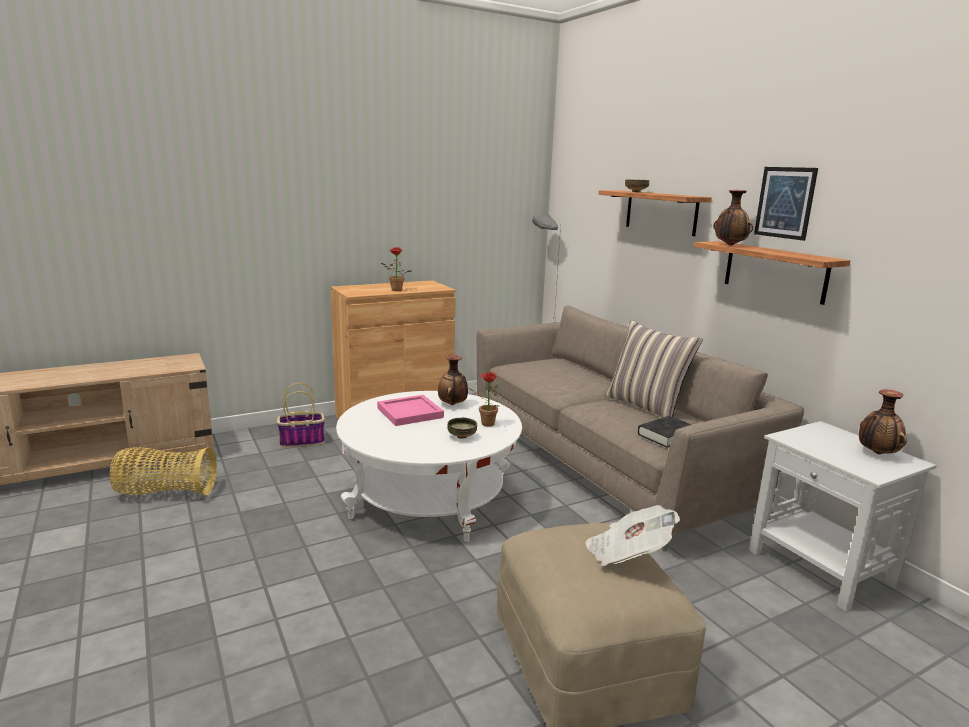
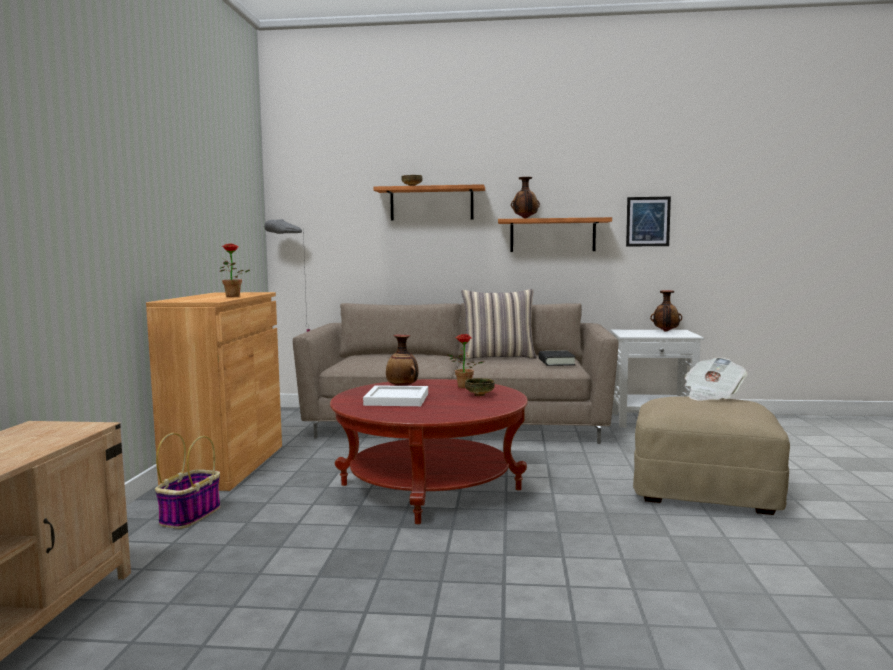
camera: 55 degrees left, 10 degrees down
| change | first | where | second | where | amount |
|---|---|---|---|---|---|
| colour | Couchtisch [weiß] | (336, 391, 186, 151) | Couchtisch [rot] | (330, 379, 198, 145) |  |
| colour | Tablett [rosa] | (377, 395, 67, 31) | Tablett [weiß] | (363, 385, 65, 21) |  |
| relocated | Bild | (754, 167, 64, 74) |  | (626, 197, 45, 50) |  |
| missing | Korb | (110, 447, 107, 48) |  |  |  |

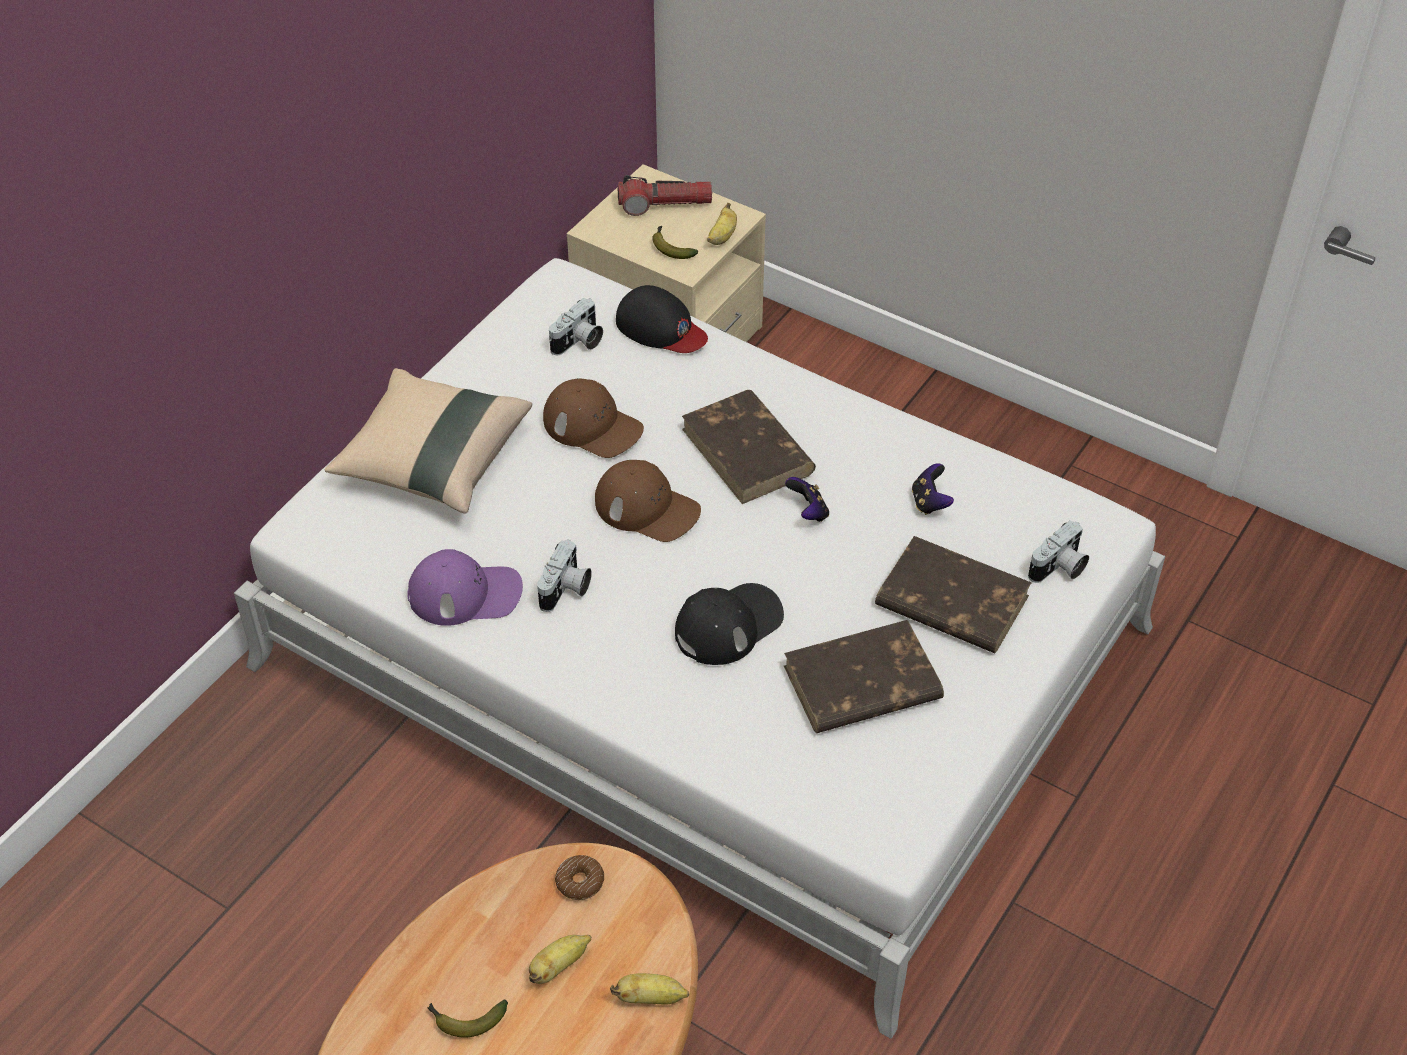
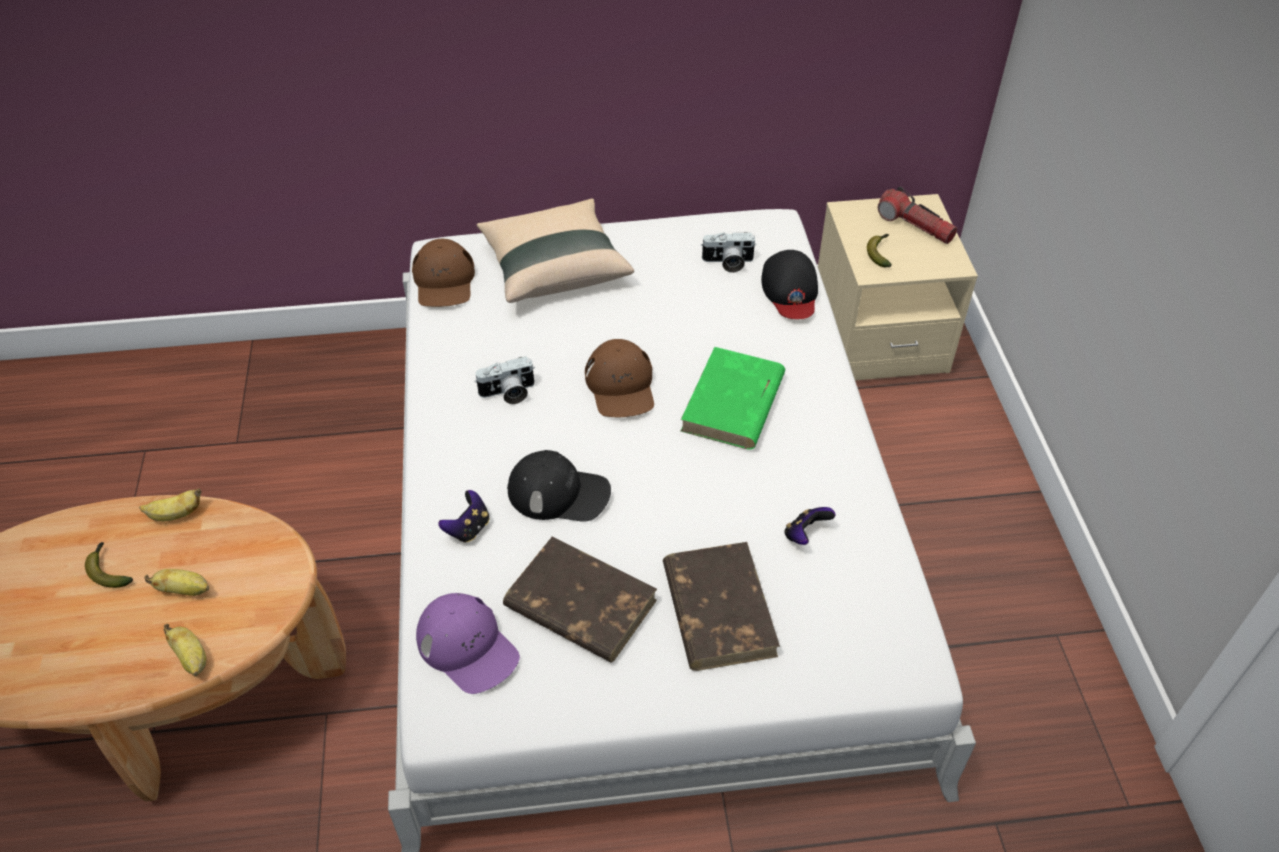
camera: 50 degrees right, 0 degrees up
| change | first | where | second | where | amount |
|---|---|---|---|---|---|
| relocated | Banane | (707, 203, 30, 42) |  | (139, 488, 63, 33) |  |
| relocated | Kappe [braun] | (543, 378, 101, 80) |  | (412, 239, 63, 68) |  |
| relocated | Kappe [lila] | (407, 549, 116, 77) |  | (416, 593, 104, 101) |  |
| relocated | Gamepad | (785, 477, 44, 45) |  | (438, 490, 51, 53) |  |
| colour | Buch [braun] | (682, 390, 134, 114) | Buch [grün] | (681, 347, 104, 103) |  |
| missing | Donut | (555, 855, 49, 45) |  |  |  |
| missing | Kamera | (1028, 521, 61, 62) |  |  |  |

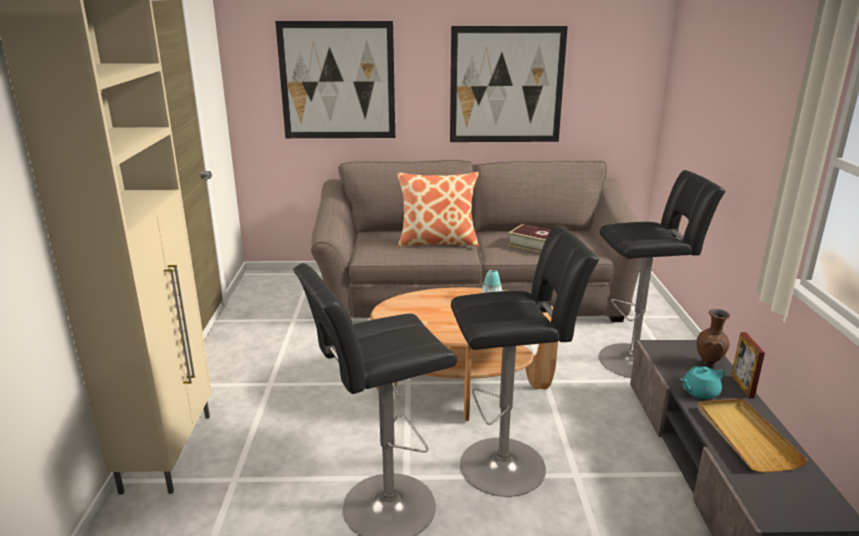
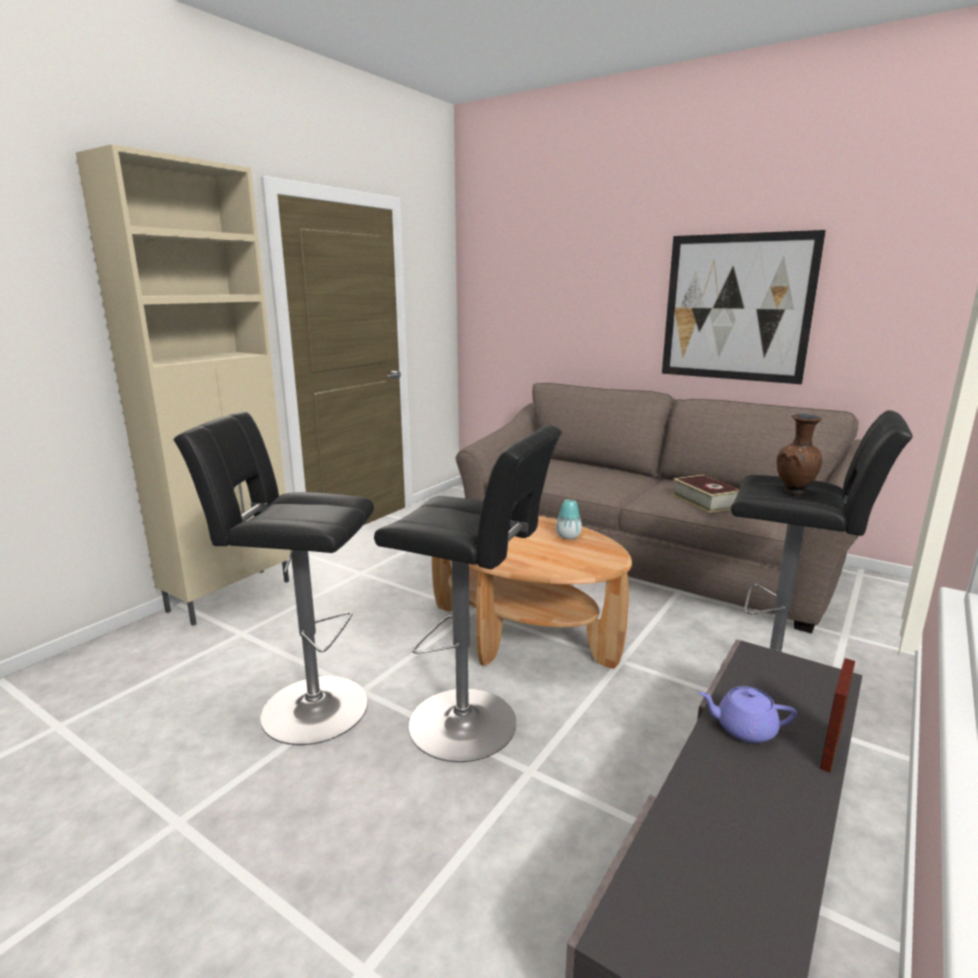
camera: 35 degrees right, 5 degrees down
| change | first | where | second | where | amount |
|---|---|---|---|---|---|
| colour | Teekanne [türkis] | (680, 366, 45, 33) | Teekanne [lila] | (699, 686, 98, 57) |  |
| relocated | Vase [braun] | (696, 309, 34, 58) |  | (777, 414, 45, 81) |  |
| missing | Bild | (275, 21, 120, 117) |  |  |  |
| missing | Kissen | (397, 172, 82, 75) |  |  |  |
| missing | Tablett [beige] | (698, 399, 110, 73) |  |  |  |

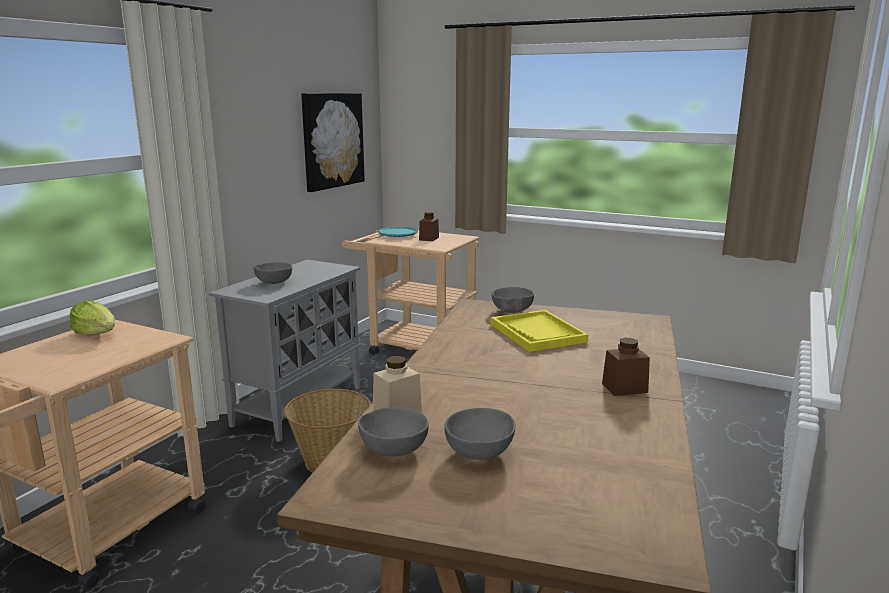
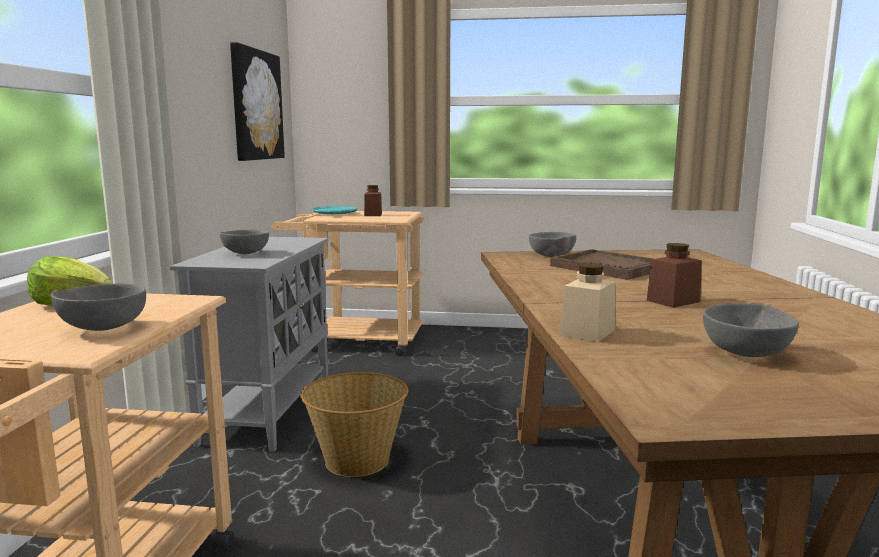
camera: 20 degrees left, 5 degrees down
| change | first | where | second | where | amount |
|---|---|---|---|---|---|
| relocated | Schüssel [grau] | (358, 407, 71, 49) |  | (51, 283, 95, 48) |  |
| colour | Tablett [gelb] | (491, 310, 97, 42) | Tablett [braun] | (550, 249, 104, 31) |  |
| relocated | Vorratsglas [braun] | (602, 338, 48, 58) |  | (647, 243, 55, 65) |  |

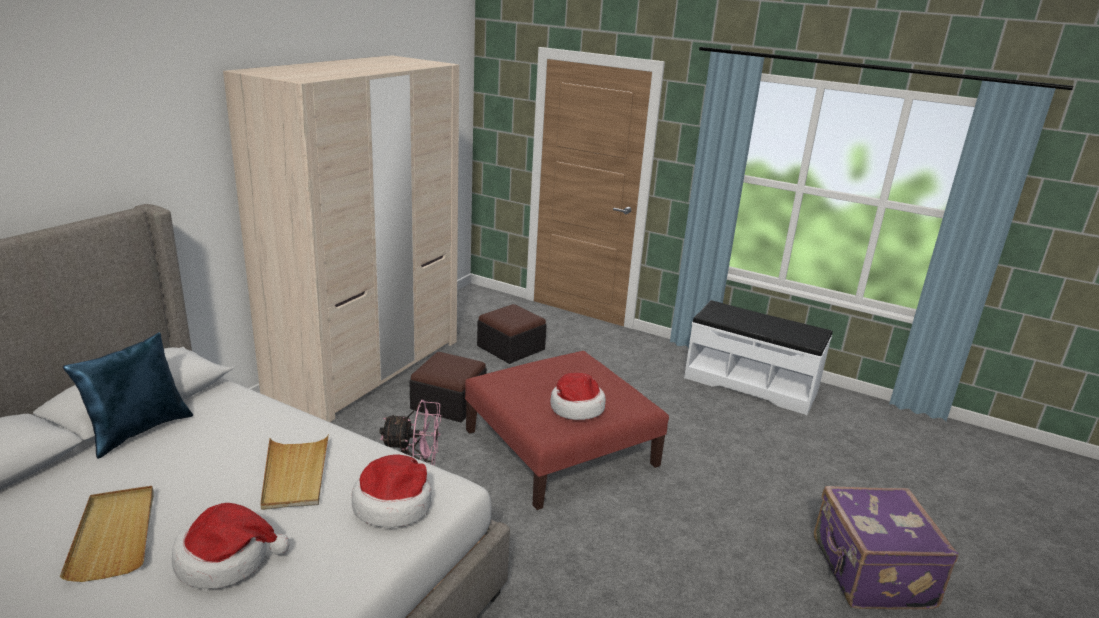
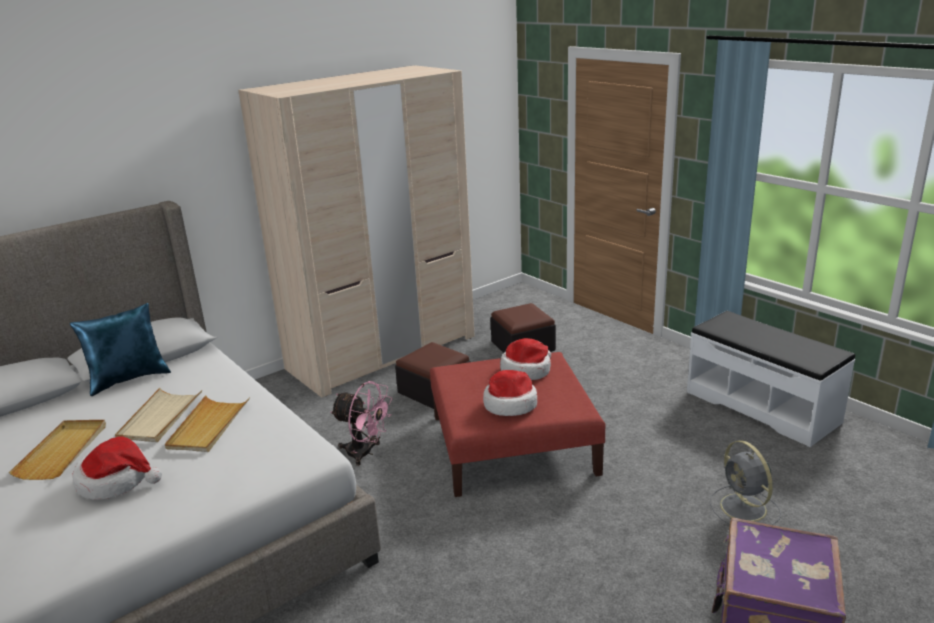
camera: 25 degrees right, 0 degrees up
| change | first | where | second | where | amount |
|---|---|---|---|---|---|
| appeared |  |  | Tablett [beige] | (115, 388, 87, 54) |  |
| relocated | Hut | (352, 455, 79, 73) |  | (500, 338, 51, 42) |  |
| appeared |  |  | Ventilator [grau] | (710, 440, 71, 85) |  |

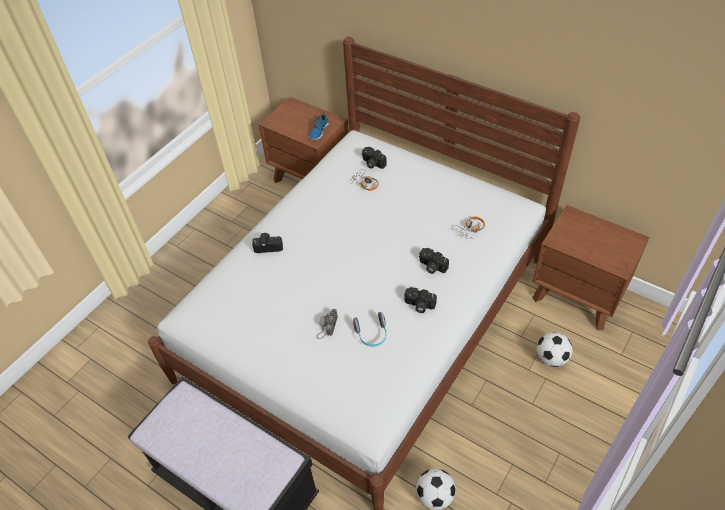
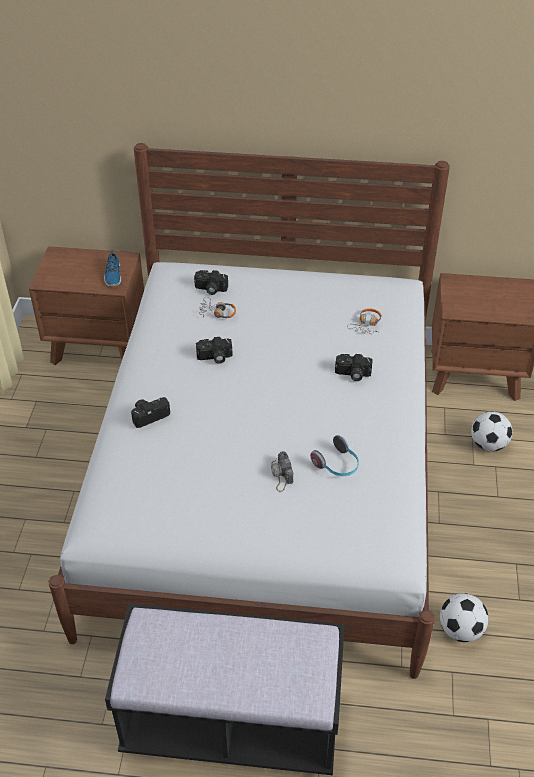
camera: 30 degrees left, 5 degrees down
| change | first | where | second | where | amount |
|---|---|---|---|---|---|
| relocated | Kamera | (404, 287, 33, 26) |  | (196, 337, 36, 27) |  |

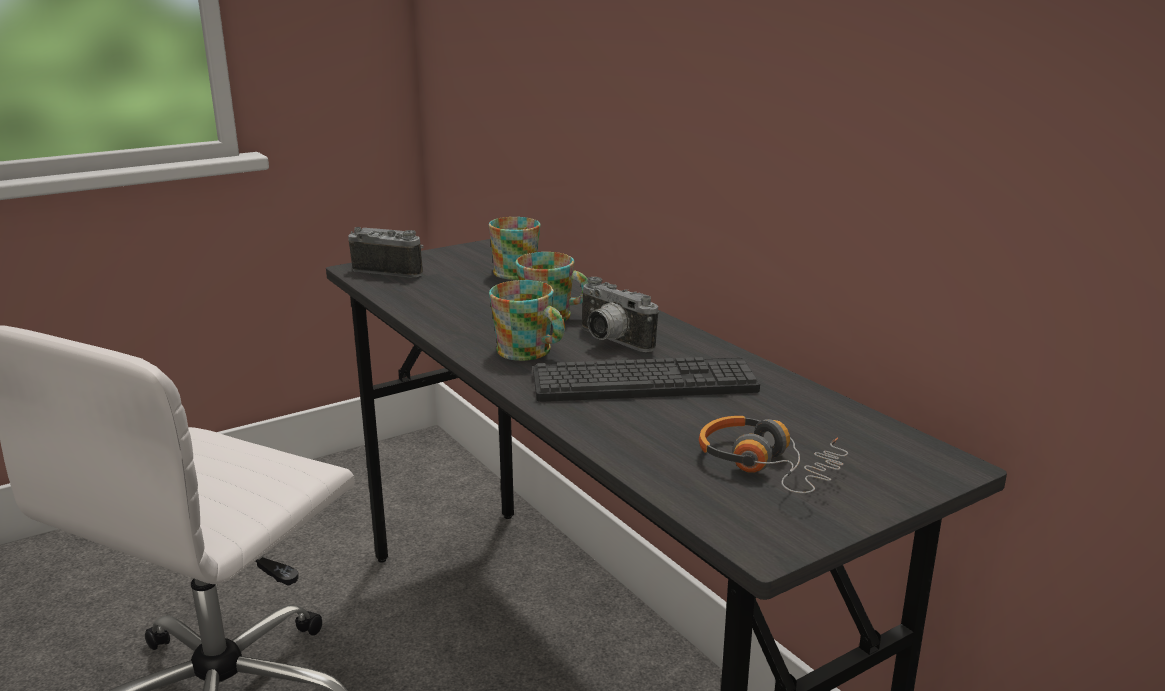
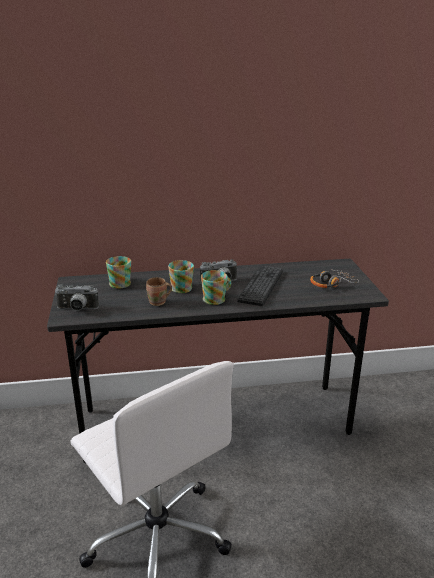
camera: 65 degrees left, 5 degrees up
| change | first | where | second | where | amount |
|---|---|---|---|---|---|
| spun | Kamera | (348, 227, 76, 50) |  | (54, 284, 45, 27) | 135 degrees counterclockwise |
| appeared |  |  | Henkelbecher [braun] | (146, 277, 26, 29) |  |

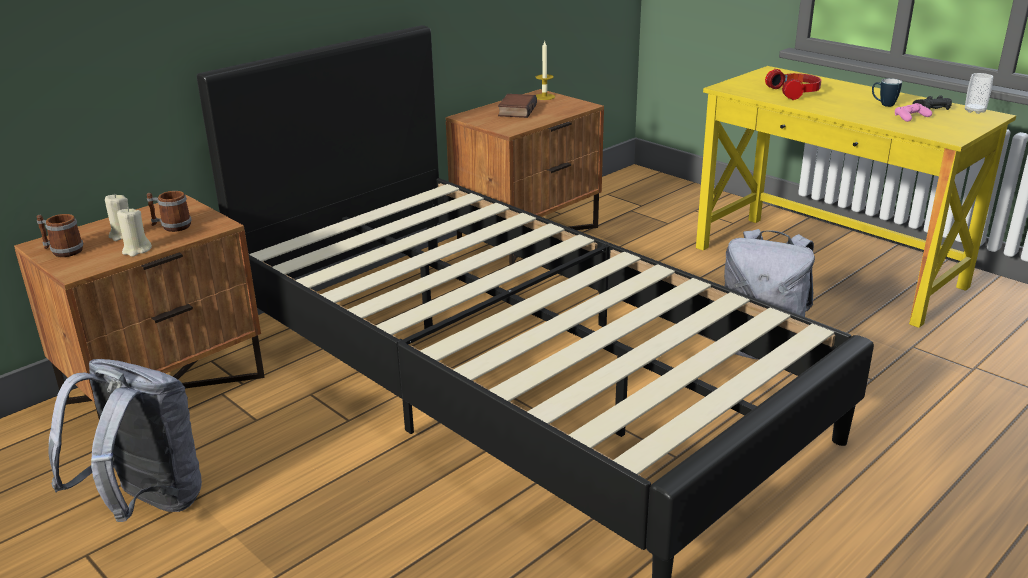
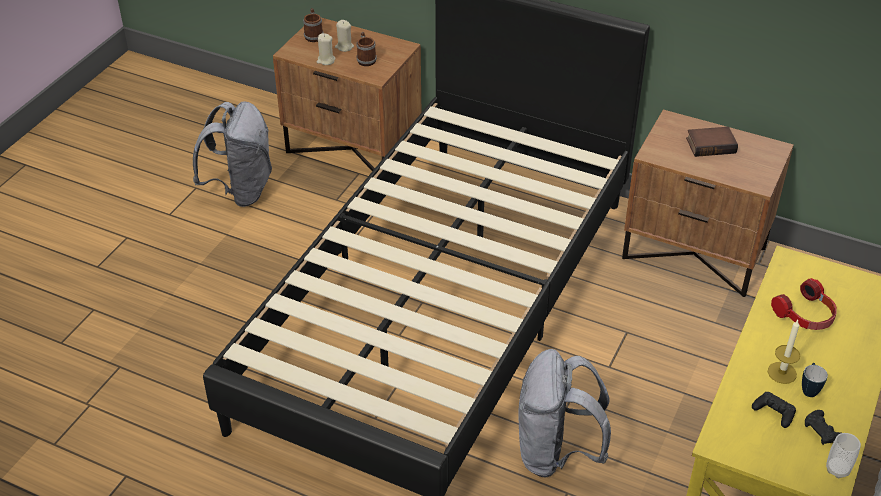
camera: 70 degrees right, 15 degrees up
| change | first | where | second | where | amount |
|---|---|---|---|---|---|
| colour | Gamepad [rosa] | (895, 103, 37, 19) | Gamepad [schwarz] | (752, 392, 44, 36) |  |
| relocated | Kerze | (536, 41, 19, 59) |  | (768, 320, 32, 64) |  |

